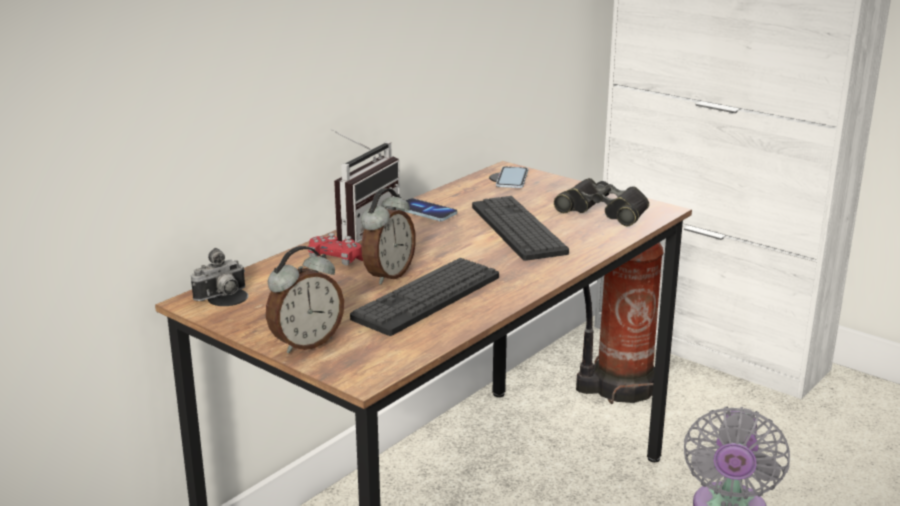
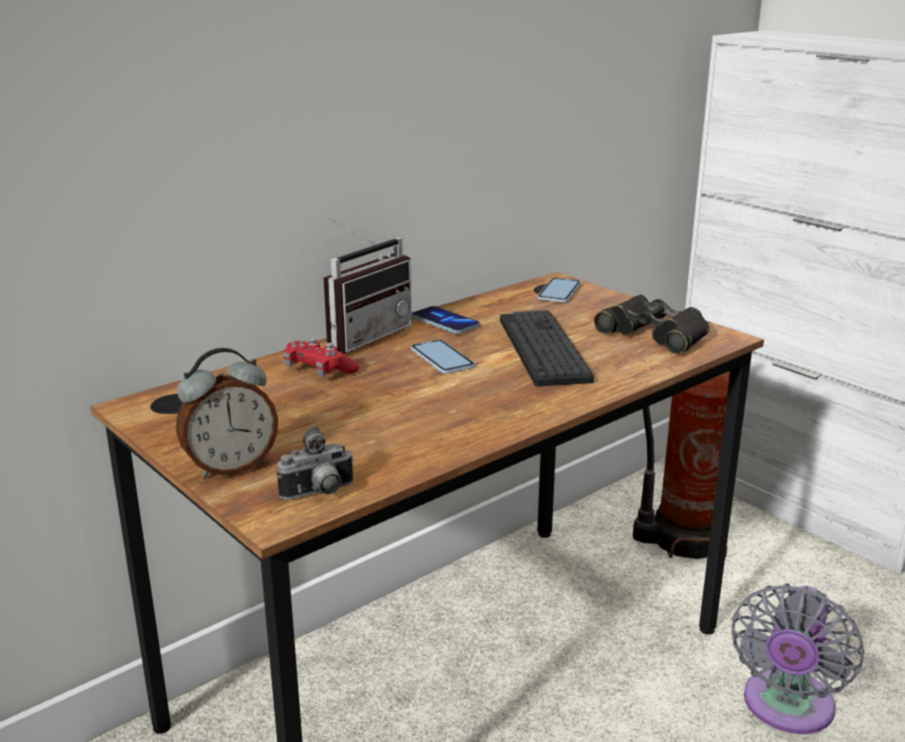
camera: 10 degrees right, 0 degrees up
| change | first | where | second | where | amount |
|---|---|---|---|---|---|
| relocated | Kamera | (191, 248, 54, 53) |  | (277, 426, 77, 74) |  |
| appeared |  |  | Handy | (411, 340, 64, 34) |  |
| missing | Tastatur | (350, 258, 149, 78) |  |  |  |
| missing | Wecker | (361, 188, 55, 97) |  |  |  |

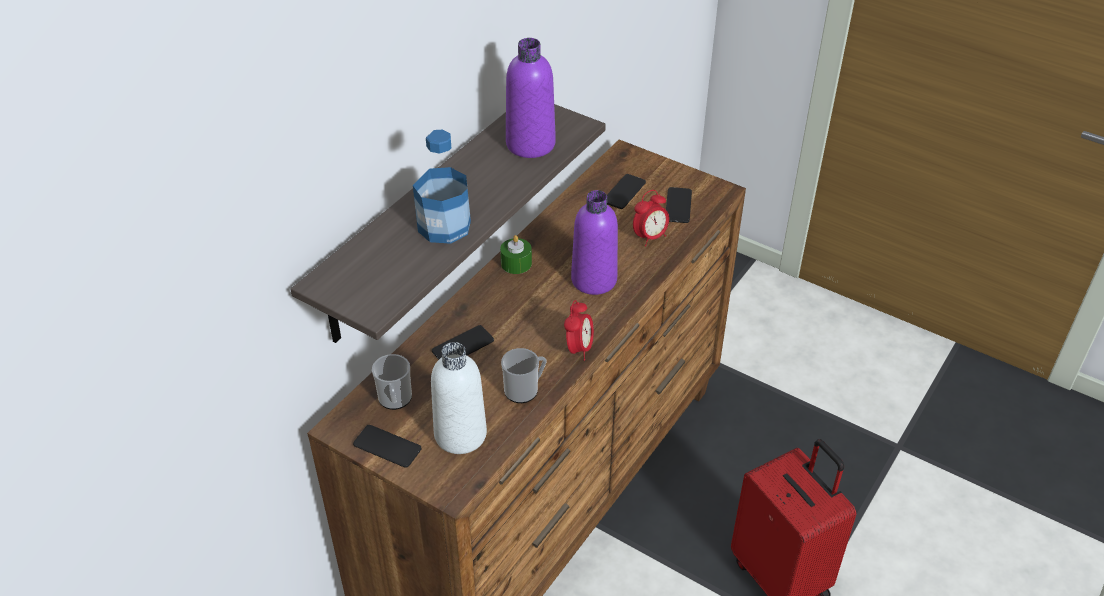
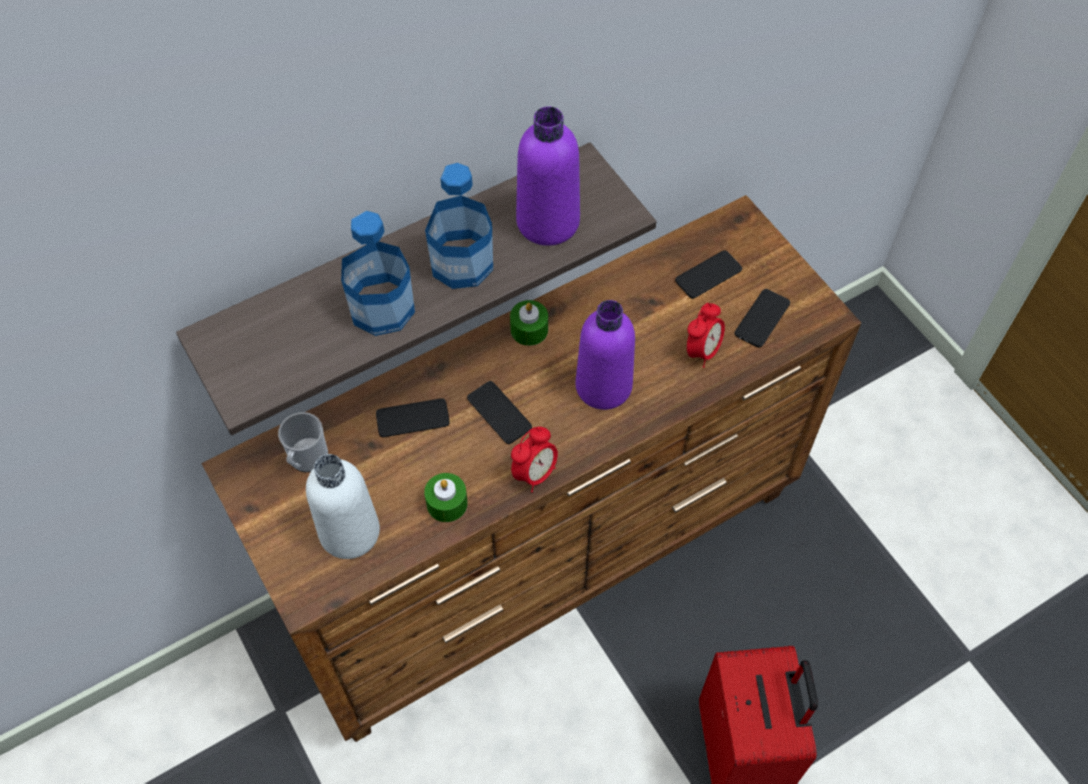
camera: 25 degrees right, 15 degrees up
| change | first | where | second | where | amount |
|---|---|---|---|---|---|
| exchanged | Henkelbecher | (501, 348, 45, 55) | Kerze [grün] | (424, 473, 44, 49) |  |
| appeared |  |  | Flasche | (425, 163, 68, 126) |  |
| relocated | Handy | (353, 425, 69, 43) |  | (467, 381, 65, 63) |  |
| spun | Wecker | (633, 190, 36, 56) |  | (687, 303, 38, 65) | 45 degrees counterclockwise |

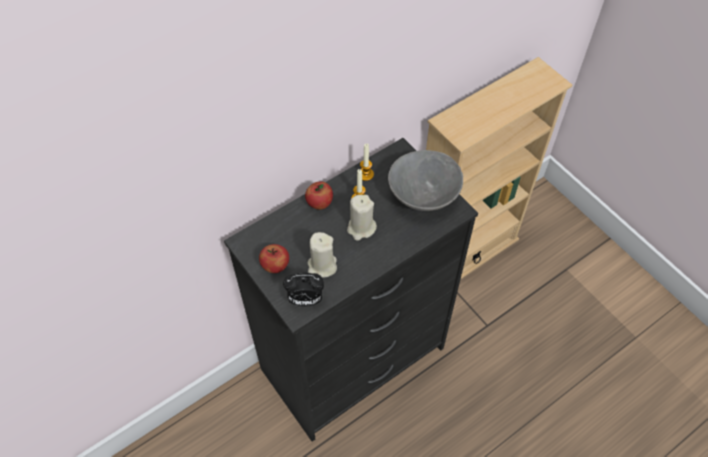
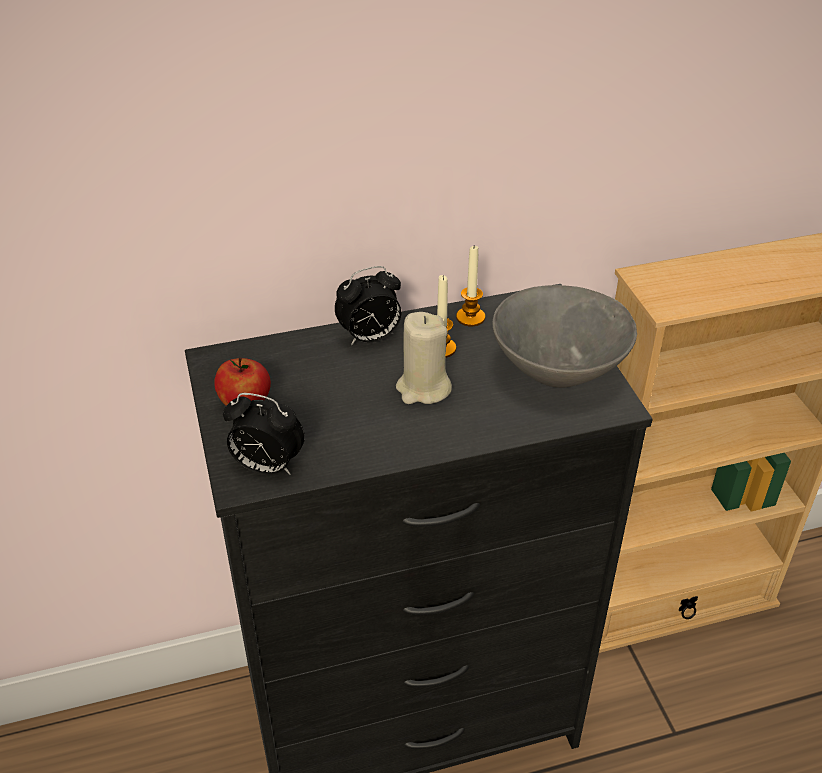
camera: 20 degrees right, 15 degrees down
| change | first | where | second | where | amount |
|---|---|---|---|---|---|
| exchanged | Apfel | (305, 182, 28, 28) | Wecker | (335, 266, 66, 79) |  |
| missing | Kerze [beige] | (308, 232, 29, 46) |  |  |  |

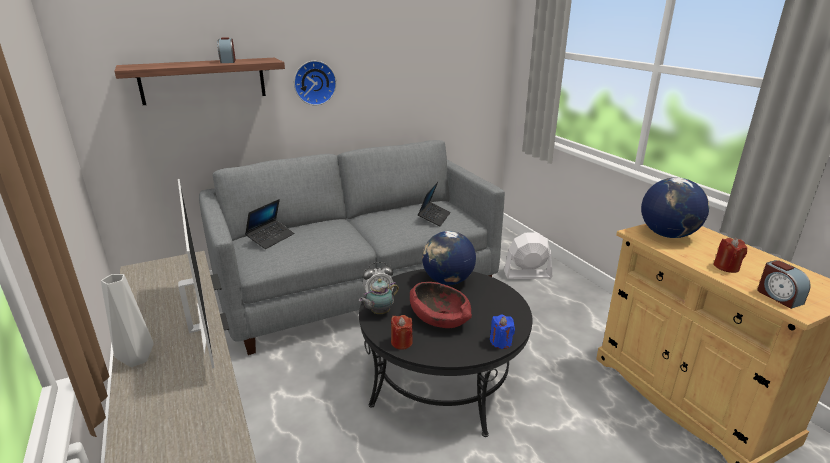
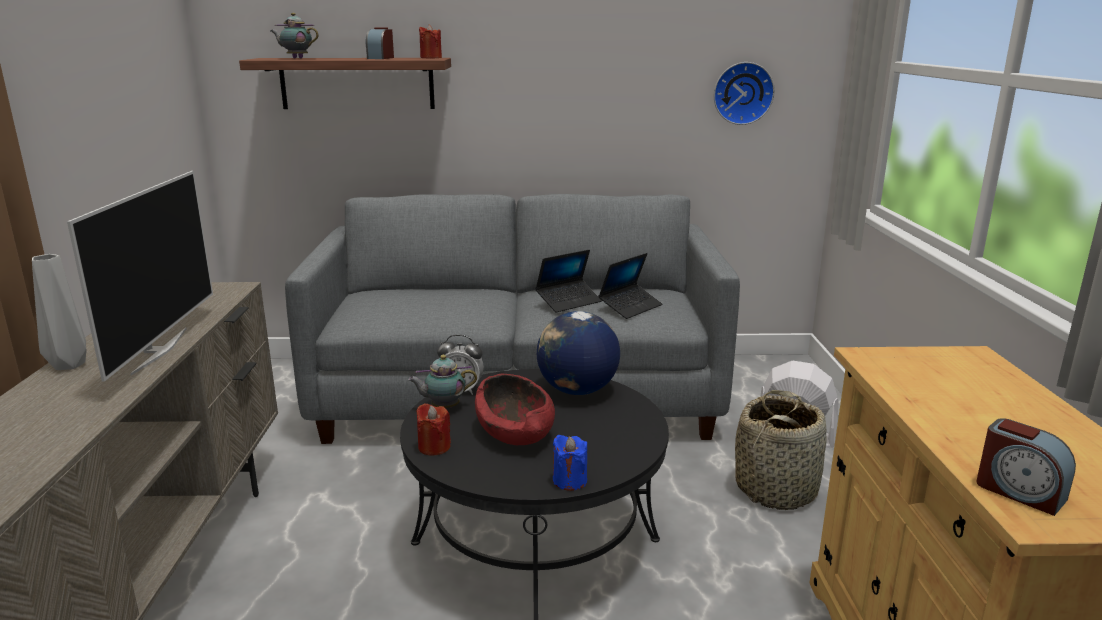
camera: 25 degrees right, 5 degrees down
| change | first | where | second | where | amount |
|---|---|---|---|---|---|
| appeared |  |  | Teekanne | (270, 13, 49, 45) |  |
| relocated | Kerze [rot] | (713, 238, 34, 35) |  | (419, 24, 23, 35) |  |
| relocated | Laptop | (245, 199, 49, 50) |  | (535, 250, 67, 63) |  |
| relocated | Wanduhr | (294, 61, 42, 44) |  | (714, 62, 61, 63) |  |
| appeared |  |  | Korb | (735, 390, 92, 120) |  |
| spun | Wecker | (757, 260, 54, 49) |  | (976, 418, 100, 98) | 45 degrees counterclockwise |
| missing | Globus | (641, 178, 68, 60) |  |  |  |

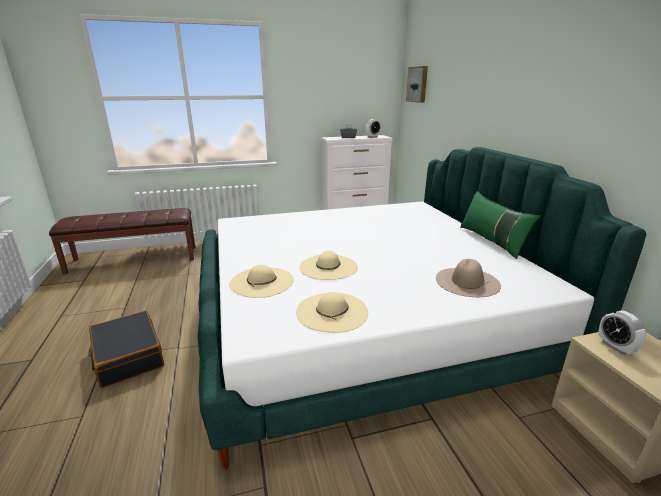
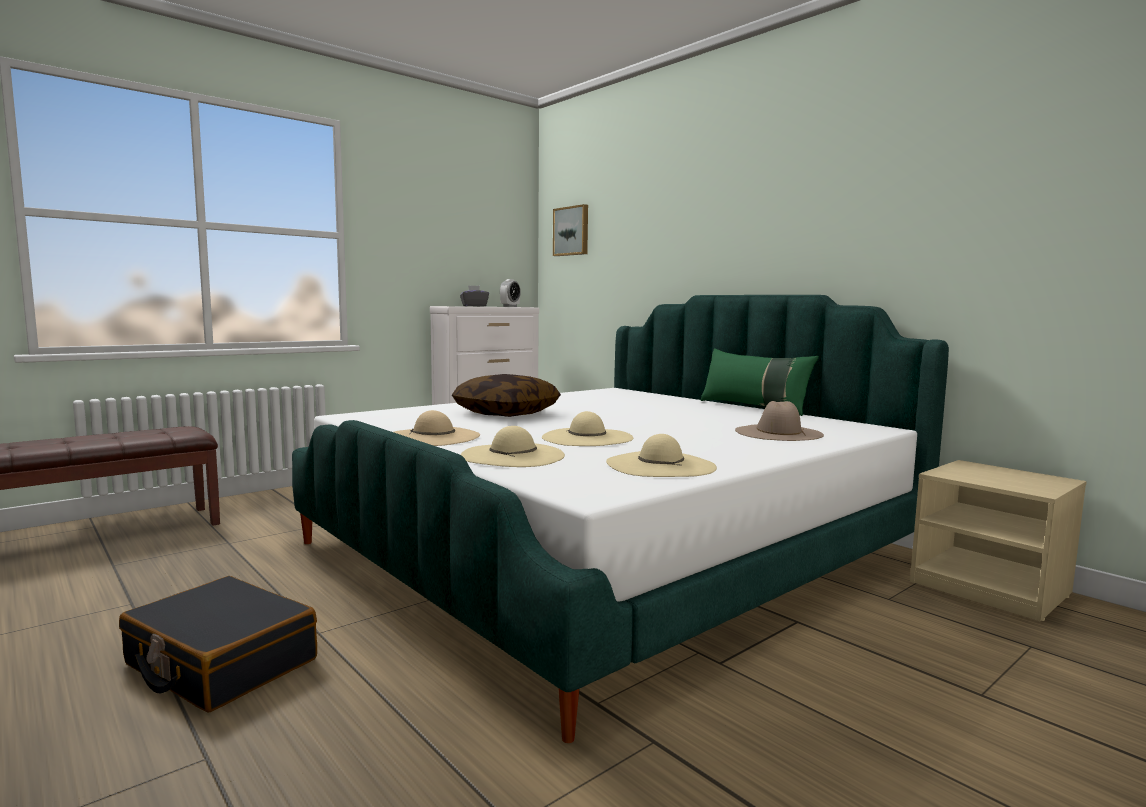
camera: 25 degrees left, 15 degrees down
| change | first | where | second | where | amount |
|---|---|---|---|---|---|
| appeared |  |  | Hut [beige] | (394, 410, 86, 36) |  |
| appeared |  |  | Kissen | (452, 374, 109, 43) |  |
| missing | Wecker | (598, 310, 48, 45) |  |  |  |

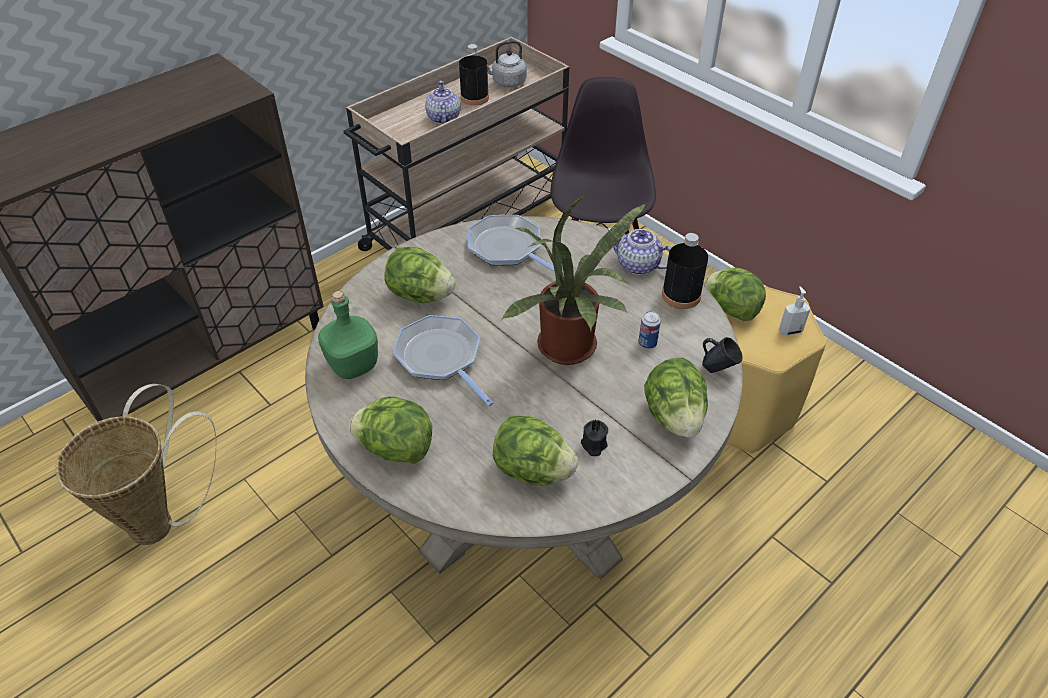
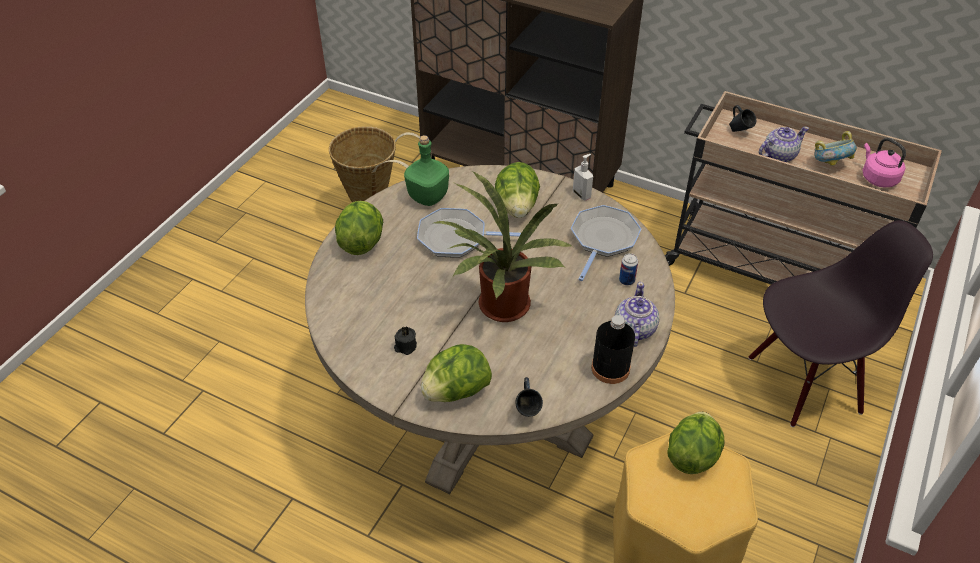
camera: 70 degrees right, 0 degrees up
| change | first | where | second | where | amount |
|---|---|---|---|---|---|
| spun | Pfanne | (393, 315, 100, 91) |  | (417, 208, 104, 50) | 120 degrees counterclockwise |
| relocated | Seifenspender | (779, 286, 31, 50) |  | (573, 154, 20, 47) |  |
| relocated | Dose | (639, 311, 22, 38) |  | (619, 253, 19, 33) |  |
| appeared |  |  | Henkelbecher [blau] | (729, 105, 28, 27) |  |
| exchanged | Flasche [schwarz] | (459, 44, 30, 62) | Schüssel | (815, 131, 42, 35) |  |
| colour | Wasserkessel [grau] | (487, 40, 40, 47) | Wasserkessel [rosa] | (862, 138, 44, 49) |  |
| missing | Salatkopf | (493, 416, 85, 70) |  |  |  |

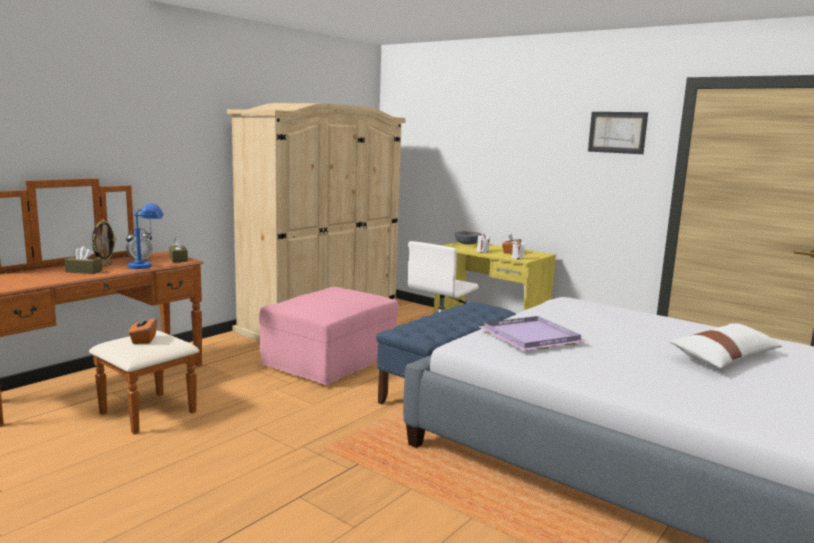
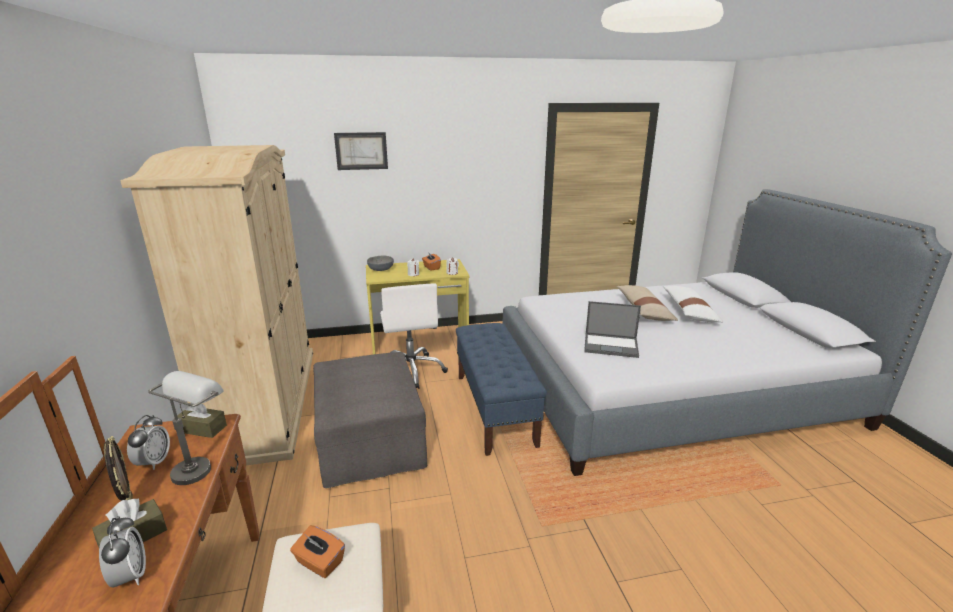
camera: 50 degrees left, 10 degrees up
| change | first | where | second | where | amount |
|---|---|---|---|---|---|
| appeared |  |  | Wecker | (99, 516, 47, 71) |  |
| colour | Tischlampe [blau] | (127, 203, 36, 66) | Tischlampe [grau] | (148, 371, 75, 114) |  |
| colour | Polsterhocker [rosa] | (259, 287, 139, 98) | Polsterhocker [grau] | (313, 352, 114, 136) |  |
| relocated | Bild | (588, 112, 60, 42) |  | (334, 132, 54, 38) |  |
| exchanged | Tablett [lila] | (478, 316, 109, 35) | Laptop | (584, 301, 57, 57) |  |
| appeared |  |  | Kissen [beige] | (617, 285, 61, 36) |  |

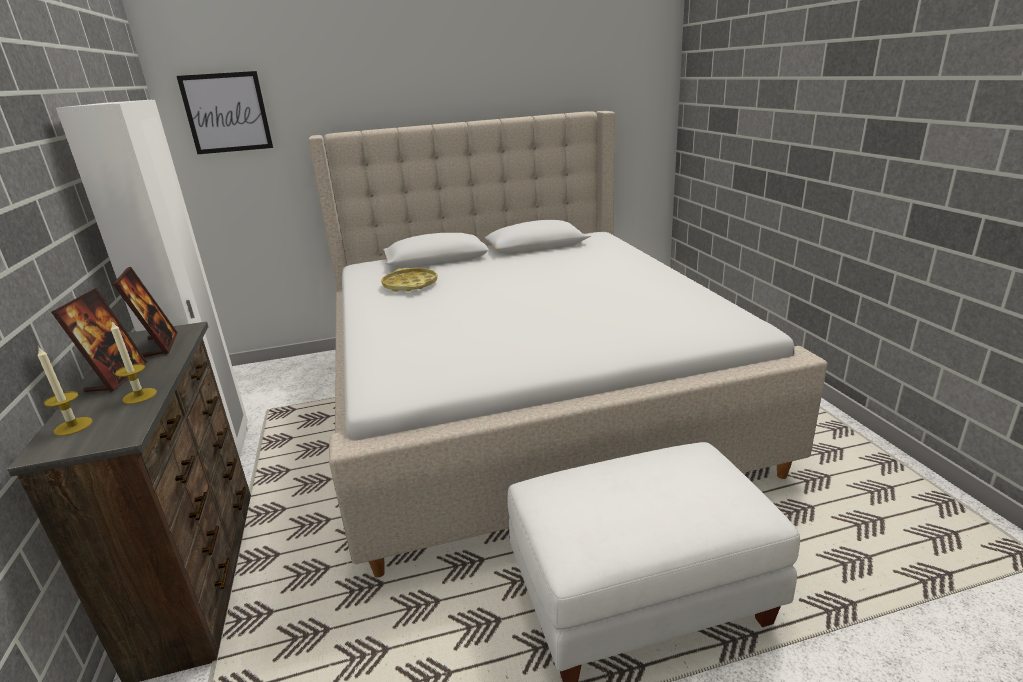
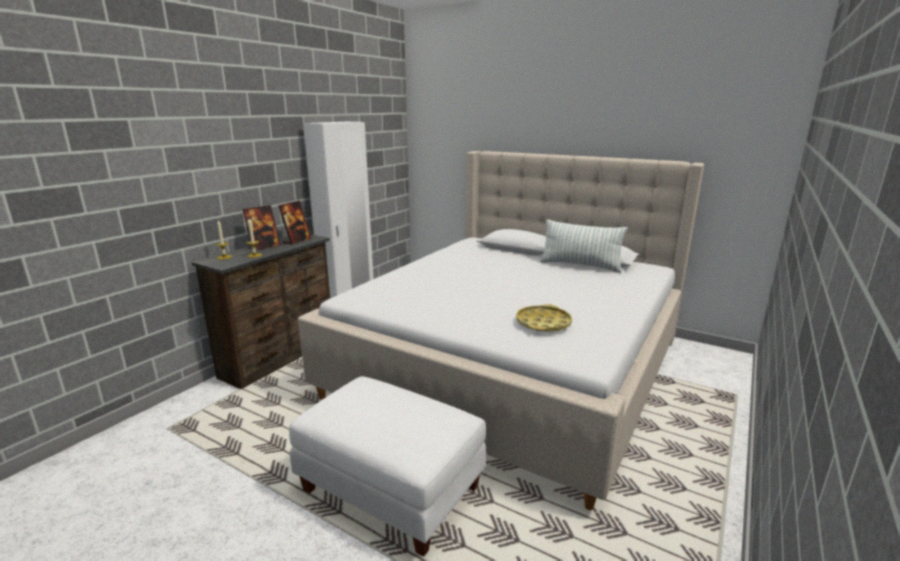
camera: 45 degrees right, 5 degrees down
| change | first | where | second | where | amount |
|---|---|---|---|---|---|
| relocated | Tablett [gelb] | (381, 268, 57, 24) |  | (516, 304, 56, 28) |  |
| appeared |  |  | Kissen | (540, 219, 88, 54) |  |
| missing | Bild | (177, 71, 96, 83) |  |  |  |

